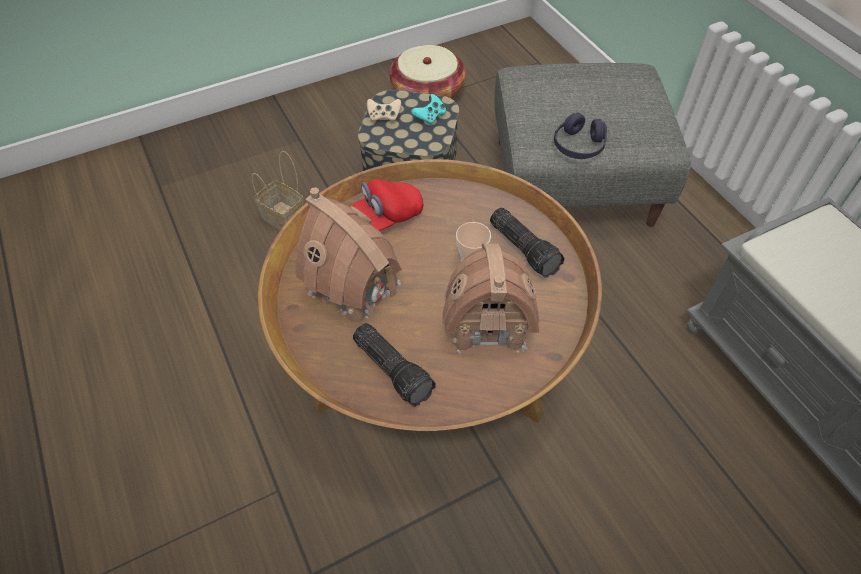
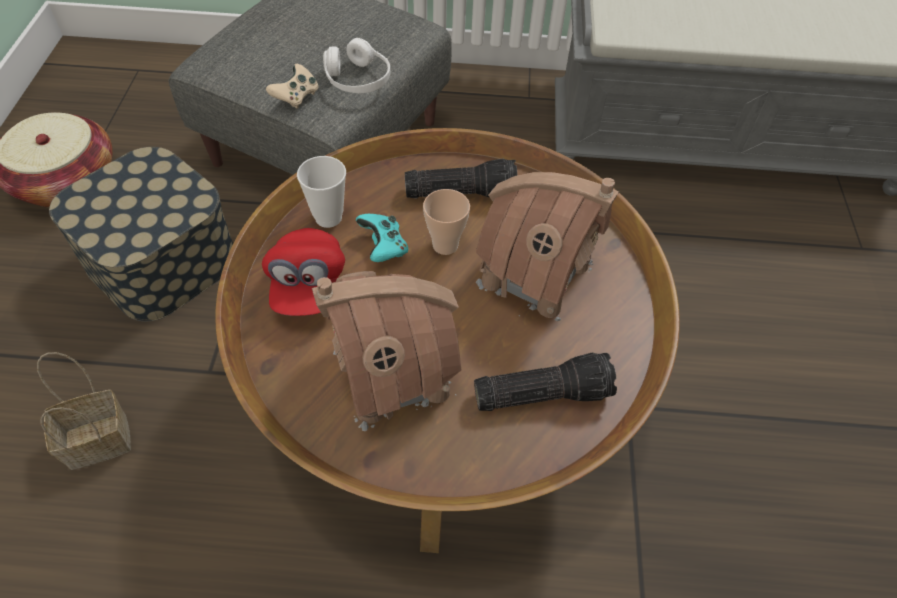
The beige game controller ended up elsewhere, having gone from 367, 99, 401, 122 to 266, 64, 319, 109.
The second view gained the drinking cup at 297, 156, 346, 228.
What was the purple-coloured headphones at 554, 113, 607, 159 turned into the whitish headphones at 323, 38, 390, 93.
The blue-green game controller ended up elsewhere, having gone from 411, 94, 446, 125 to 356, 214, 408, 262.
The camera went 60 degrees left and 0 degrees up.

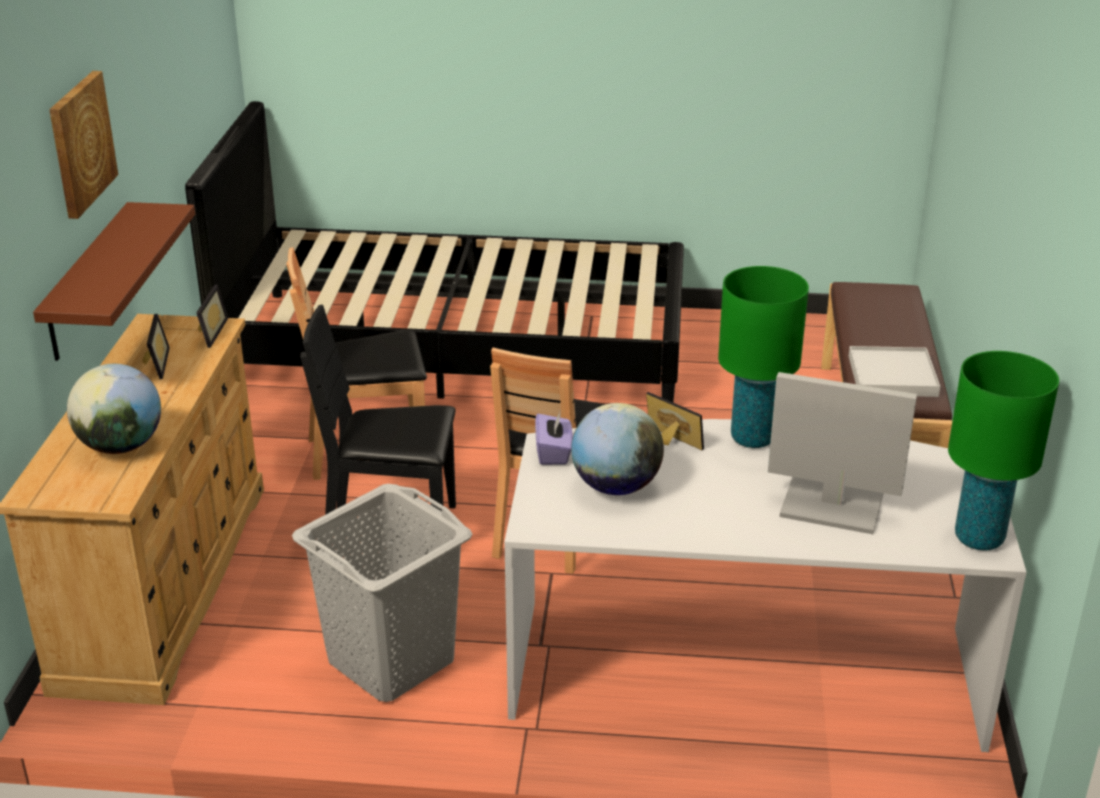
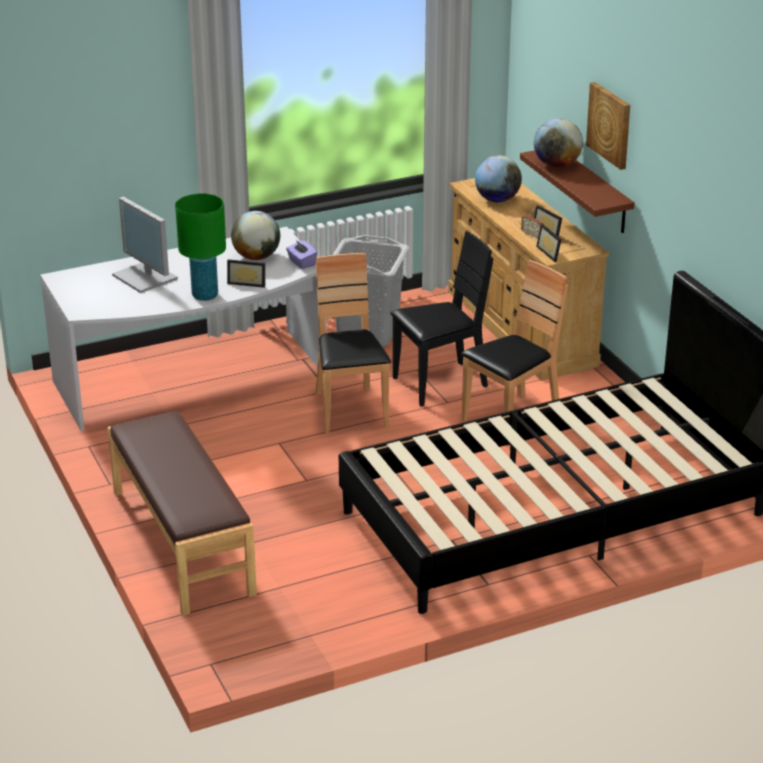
The monitor at 768, 372, 917, 534 ended up facing another way, 60 degrees clockwise from before.
The second view gained the radio set at 521, 206, 544, 239.
The second view gained the globe at 534, 118, 583, 168.
The second view lost the whitish tray at 849, 346, 940, 397.
The second view lost the green lamp for a table at 948, 351, 1059, 551.
The camera went 150 degrees right and 0 degrees up.

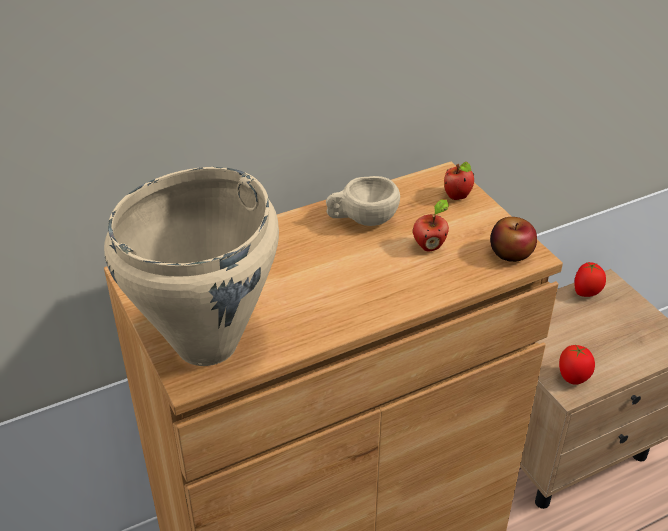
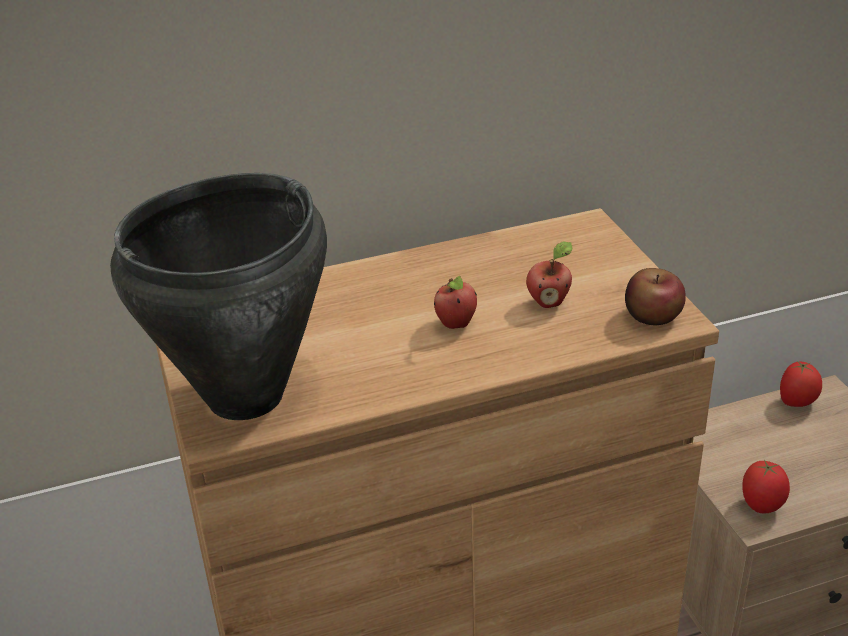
What was the beige stockpot at 104, 167, 279, 366 turned into the black-coloured stockpot at 110, 173, 327, 420.
The apple ended up elsewhere, having gone from 444, 162, 474, 200 to 434, 276, 477, 329.
The second view lost the beige drinking cup at 326, 176, 400, 226.
The camera went 10 degrees right and 5 degrees down.

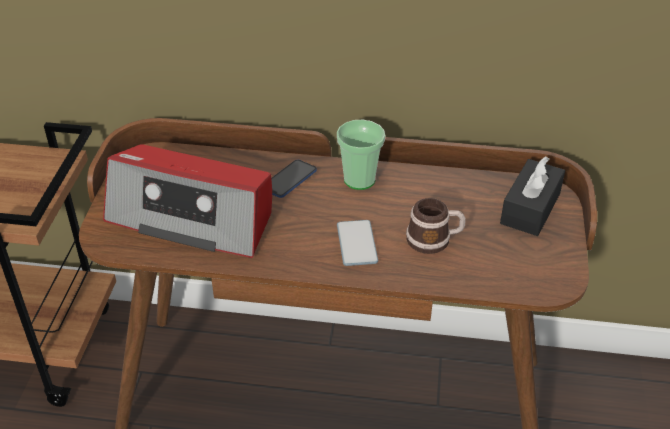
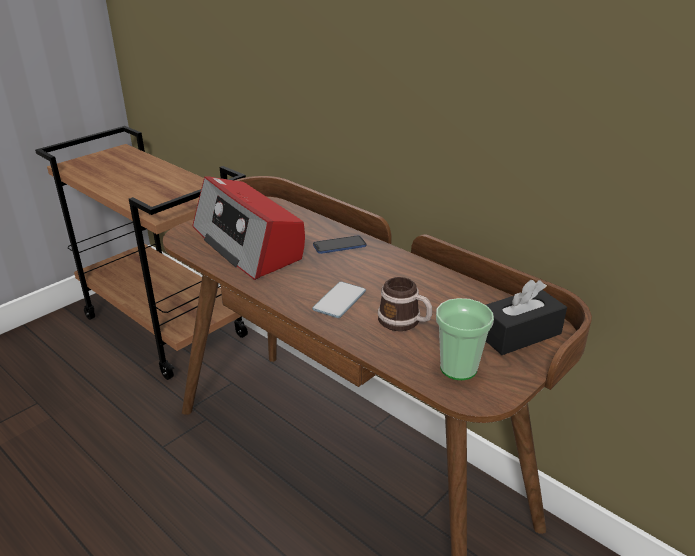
The drinking cup ended up elsewhere, having gone from 337, 120, 385, 190 to 436, 298, 494, 380.
The camera went 35 degrees right and 10 degrees down.

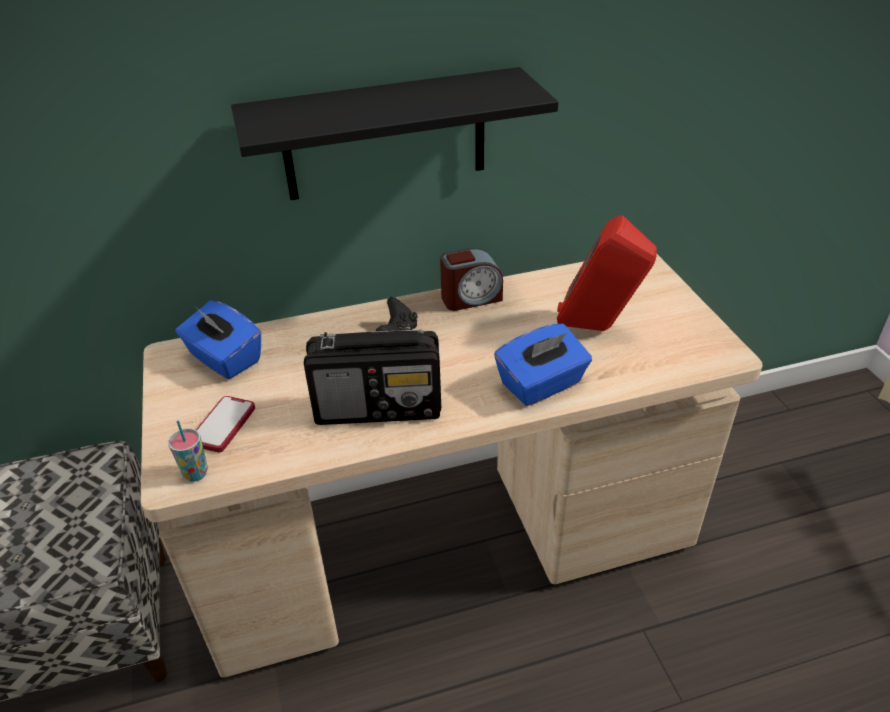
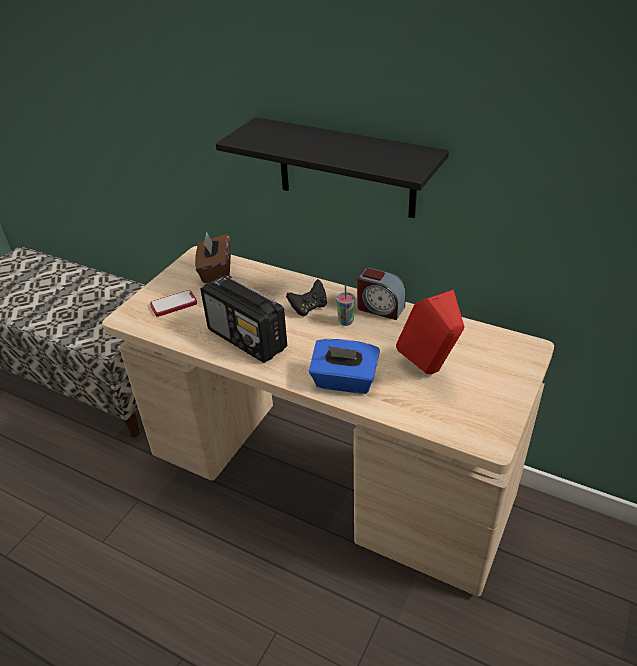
What was the blue box of tissues at 175, 300, 261, 379 turned into the brown-coloured box of tissues at 195, 231, 231, 283.
The drinking cup ended up elsewhere, having gone from 168, 420, 208, 481 to 336, 285, 355, 326.
The camera went 45 degrees right and 0 degrees up.

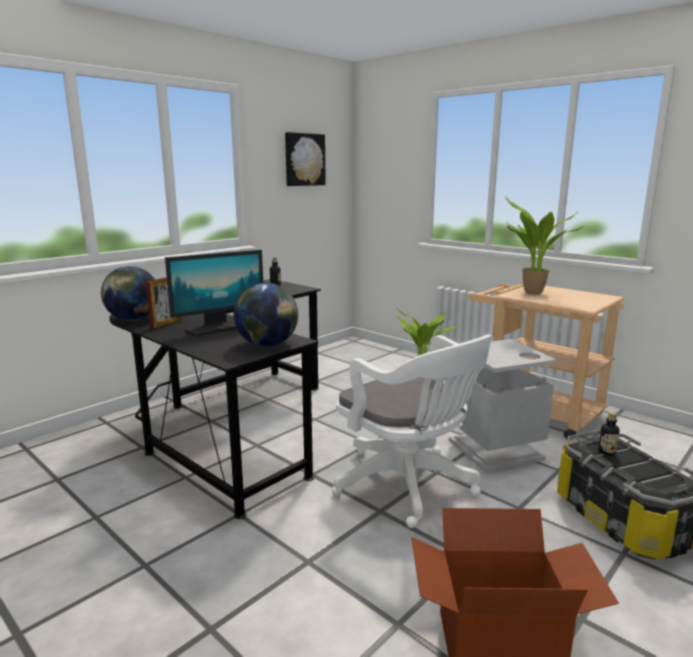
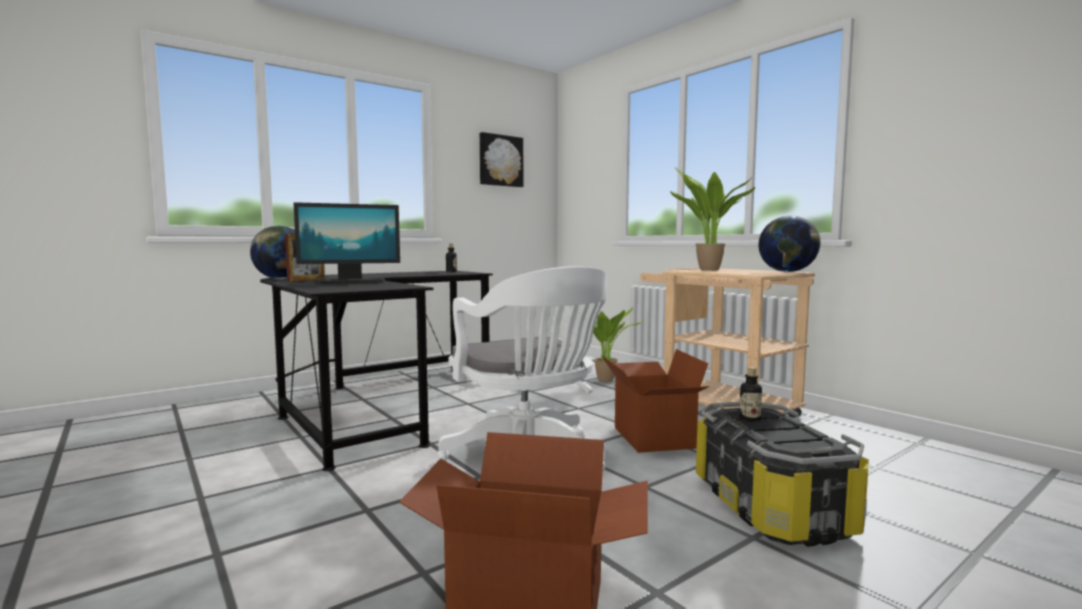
Where the greyish trash can stood at 449, 339, 557, 473, the packing box came to stand at 601, 349, 710, 453.
The globe ended up elsewhere, having gone from 234, 283, 298, 347 to 759, 216, 821, 272.
The camera went 10 degrees right and 10 degrees down.

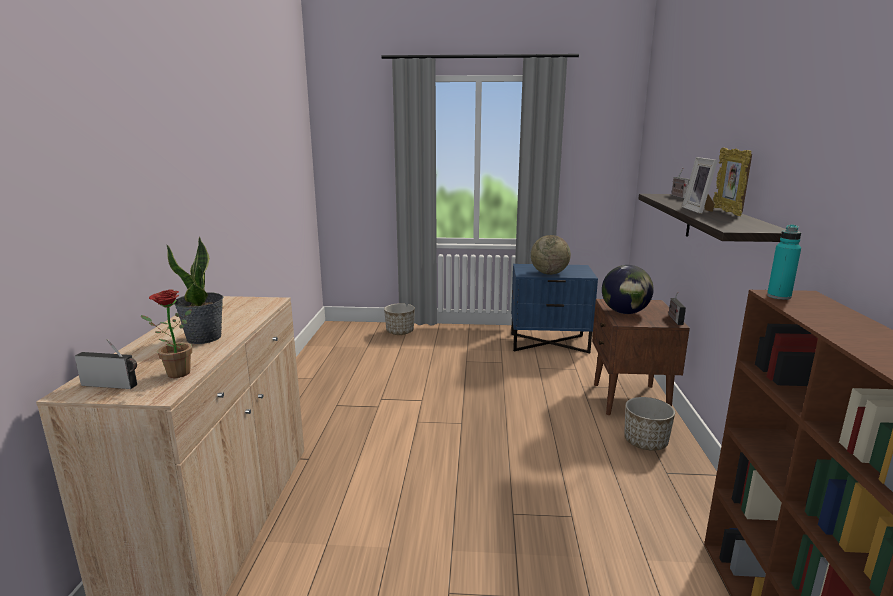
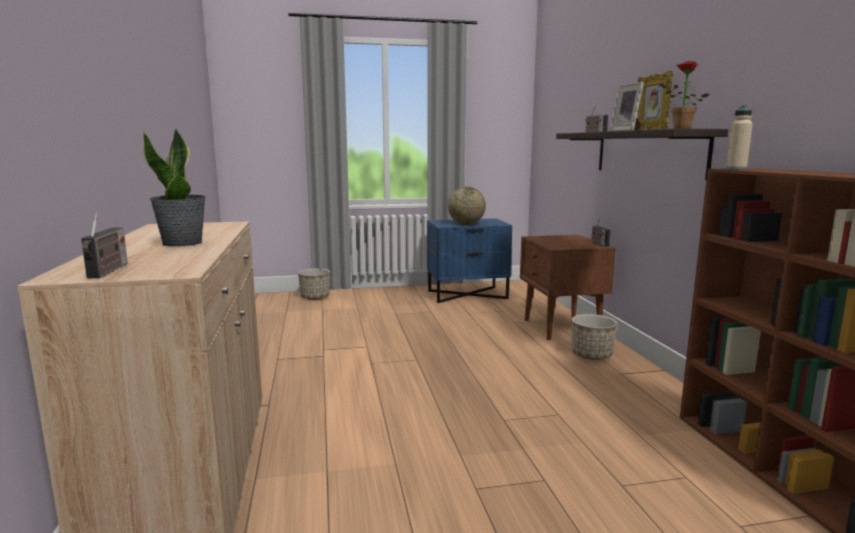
The radio set at 75, 339, 137, 389 ended up facing another way, 90 degrees clockwise from before.
The potted plant ended up elsewhere, having gone from 141, 290, 192, 378 to 659, 61, 709, 129.
What was the blue-green beverage bottle at 767, 225, 801, 300 turned into the beige beverage bottle at 726, 105, 753, 169.
The second view lost the globe at 602, 265, 654, 314.
The camera went 15 degrees left and 5 degrees down.

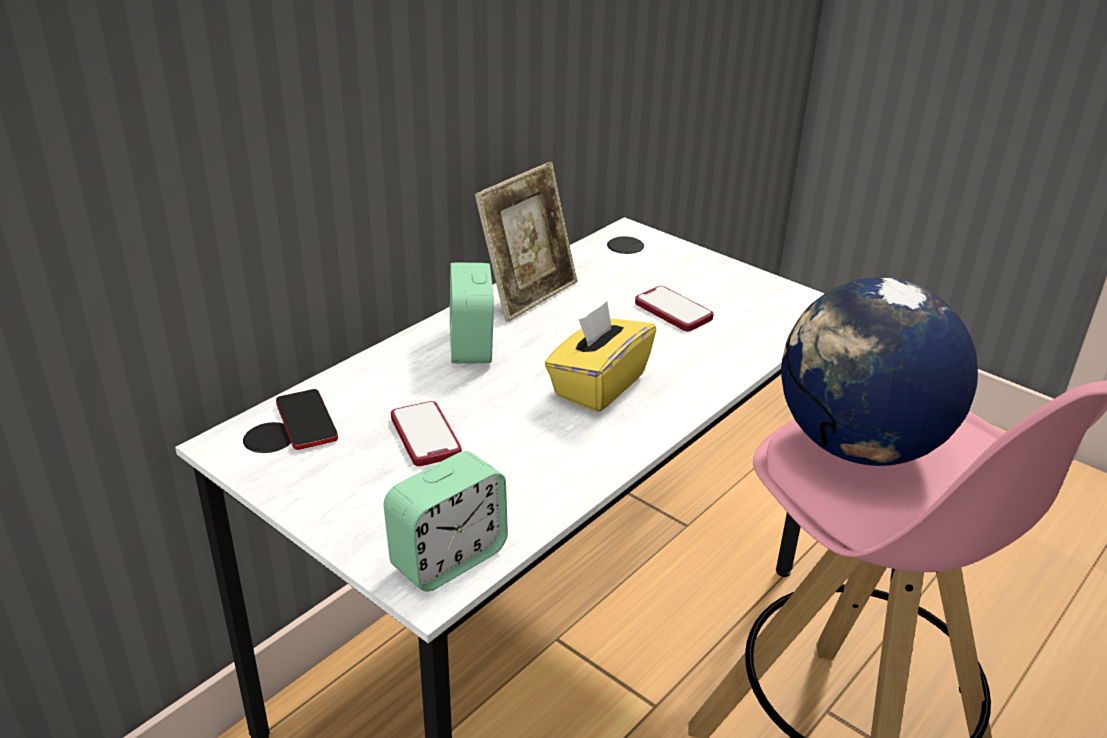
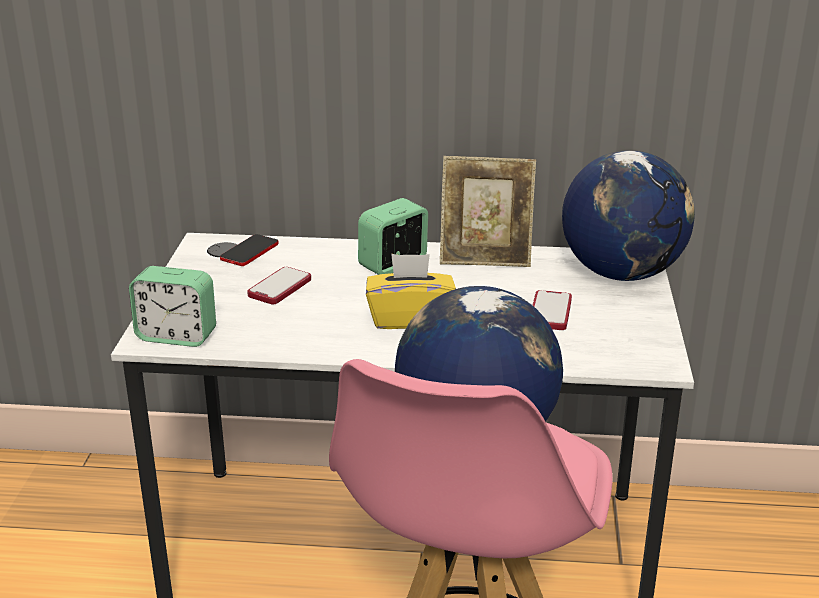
The second view gained the globe at 562, 150, 695, 281.
The camera went 55 degrees right and 5 degrees down.

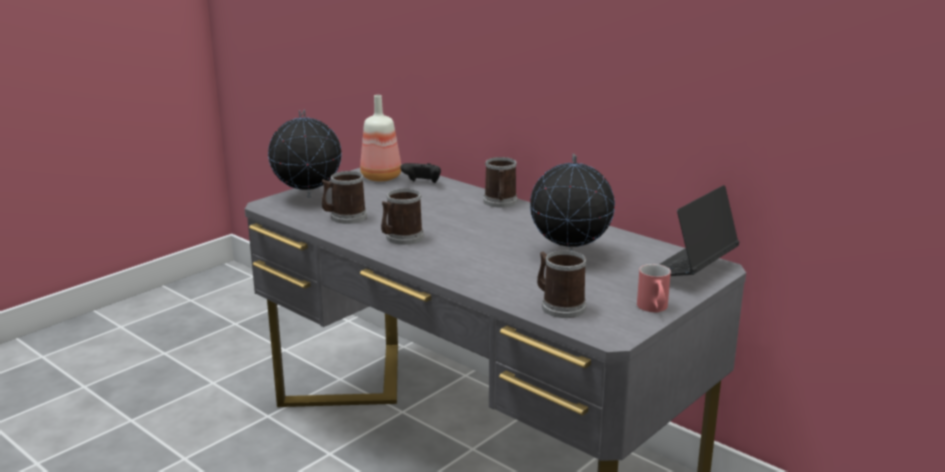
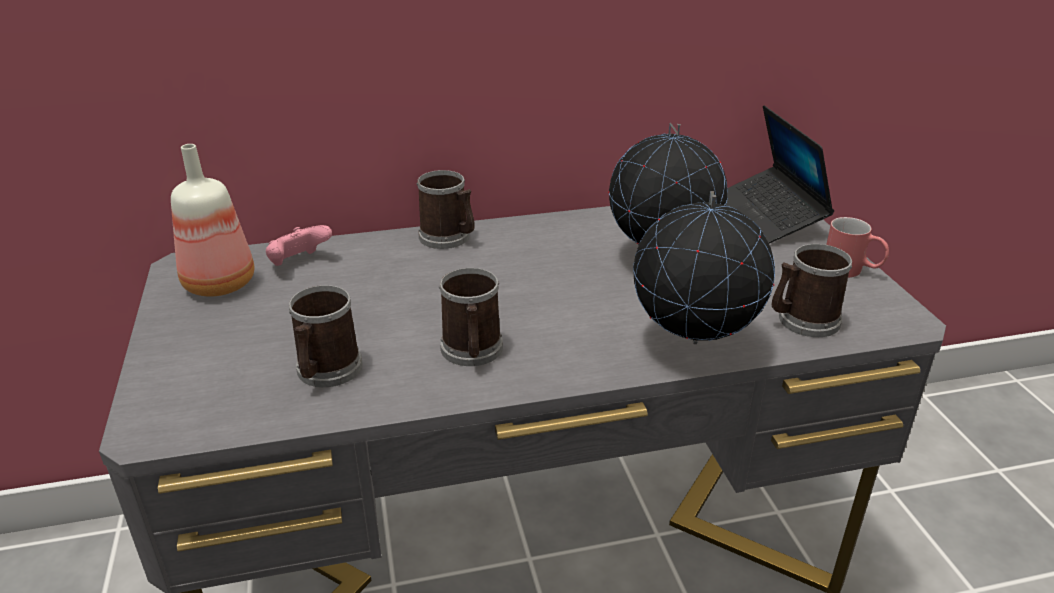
What was the black-coloured game controller at 400, 163, 441, 183 turned into the pink-coloured game controller at 266, 225, 332, 266.
The globe ended up elsewhere, having gone from 268, 110, 342, 198 to 633, 191, 775, 344.
The camera went 55 degrees left and 10 degrees up.

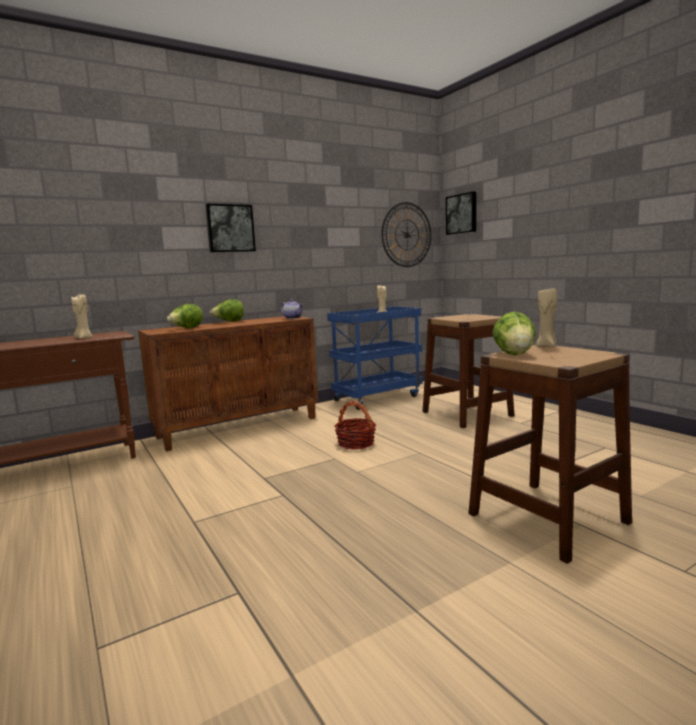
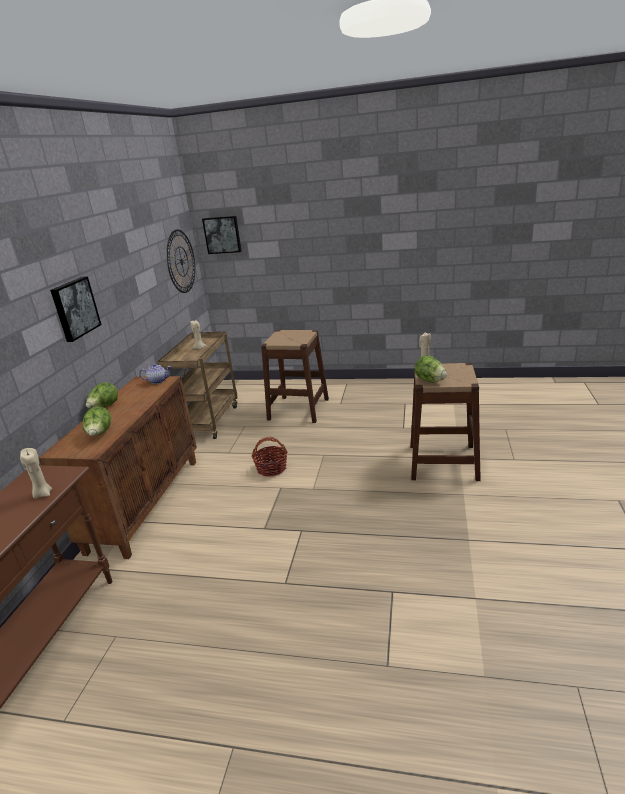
What was the blue cart at 327, 306, 423, 410 turned into the brown-coloured cart at 157, 332, 237, 439.
The camera went 45 degrees left and 15 degrees up.

